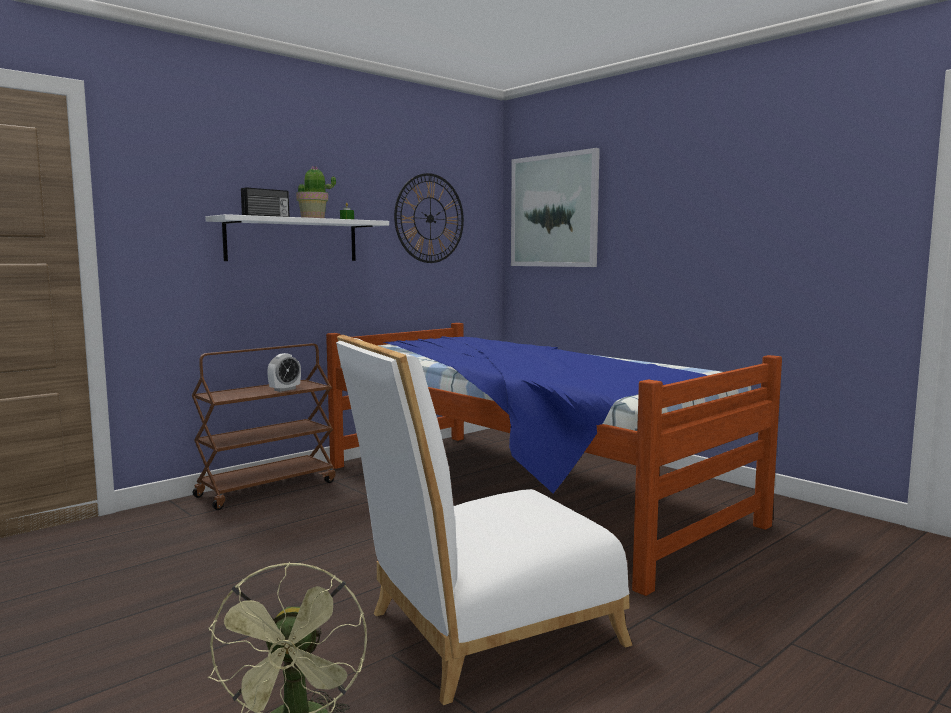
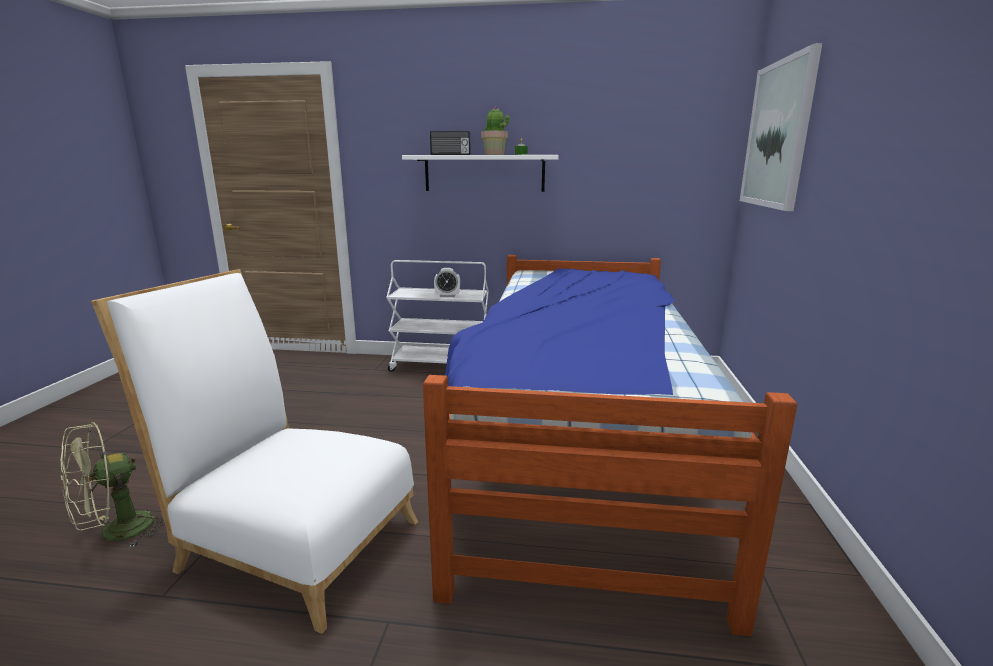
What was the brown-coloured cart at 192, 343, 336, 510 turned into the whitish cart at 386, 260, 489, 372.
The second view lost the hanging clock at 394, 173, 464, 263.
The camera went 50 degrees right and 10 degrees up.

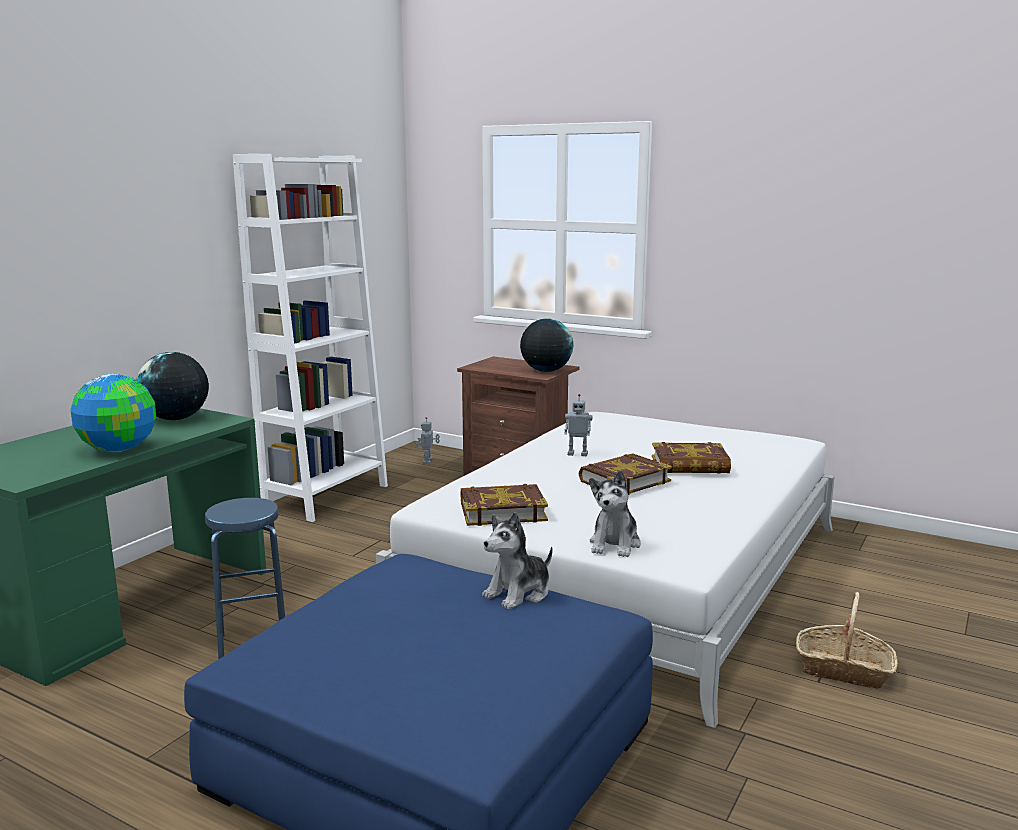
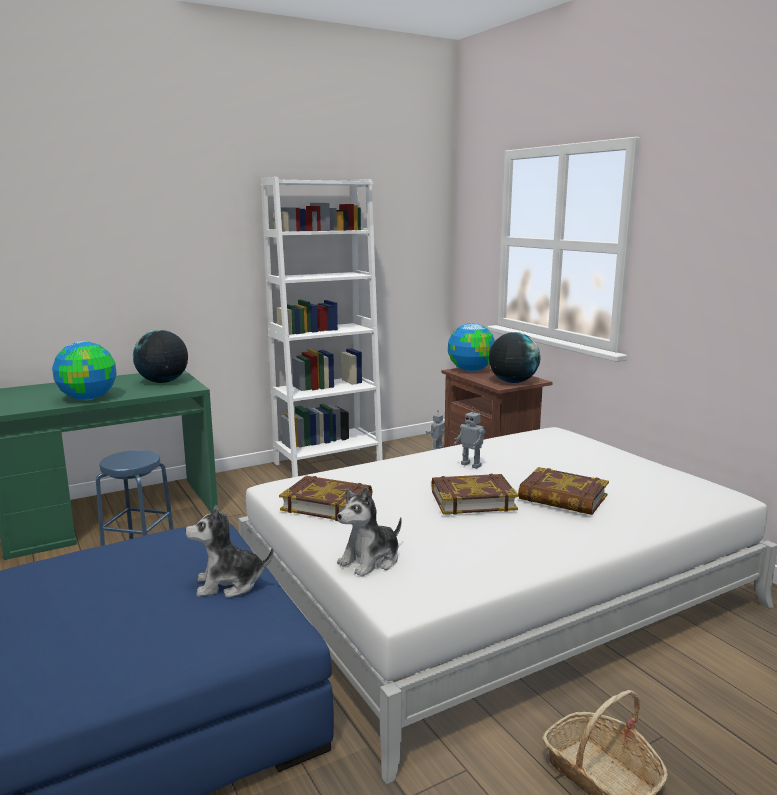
The second view gained the globe at 448, 323, 495, 372.
The camera went 30 degrees right and 0 degrees up.

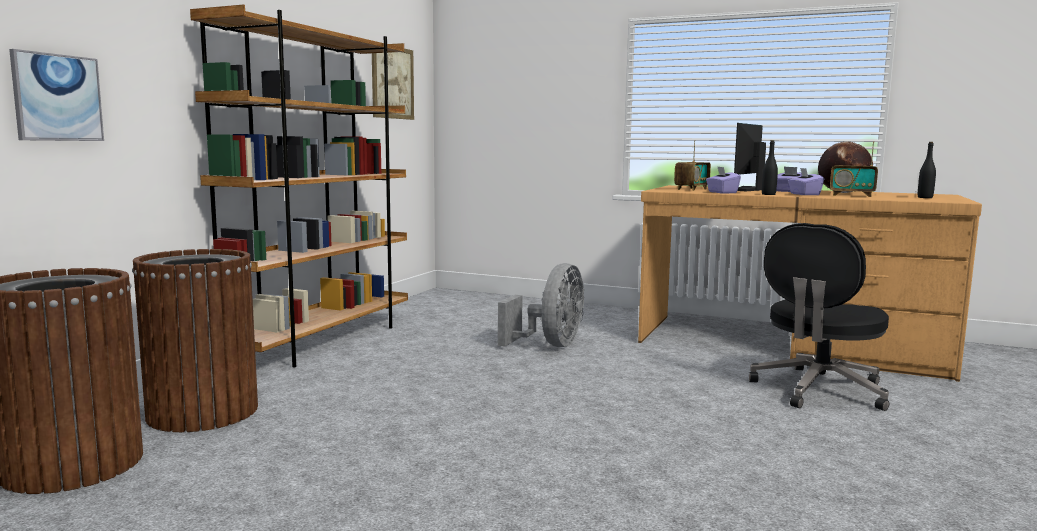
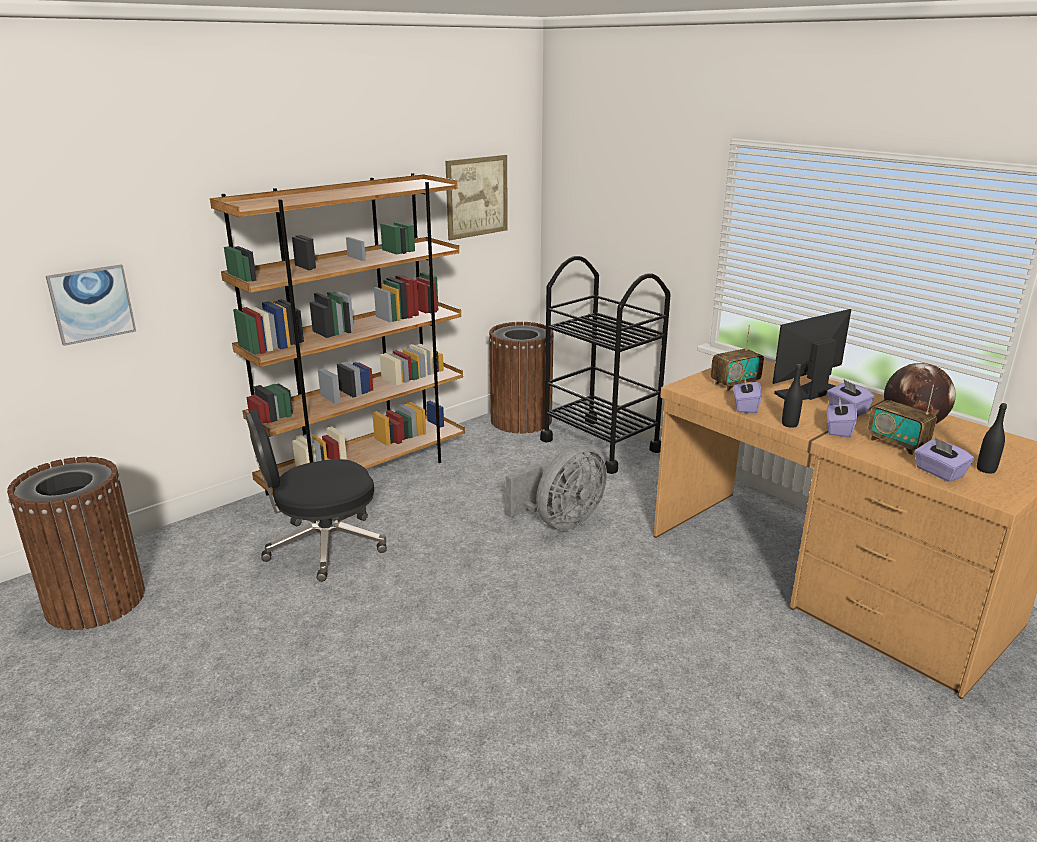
The black-coloured office chair ended up elsewhere, having gone from 749, 223, 889, 411 to 246, 410, 387, 582.
The brown-coloured trash can ended up elsewhere, having gone from 132, 249, 258, 432 to 489, 322, 554, 433.
The second view gained the black-coloured cart at 540, 256, 671, 474.
The second view gained the purple-coloured box of tissues at 914, 437, 974, 482.
The camera went 25 degrees right and 15 degrees up.

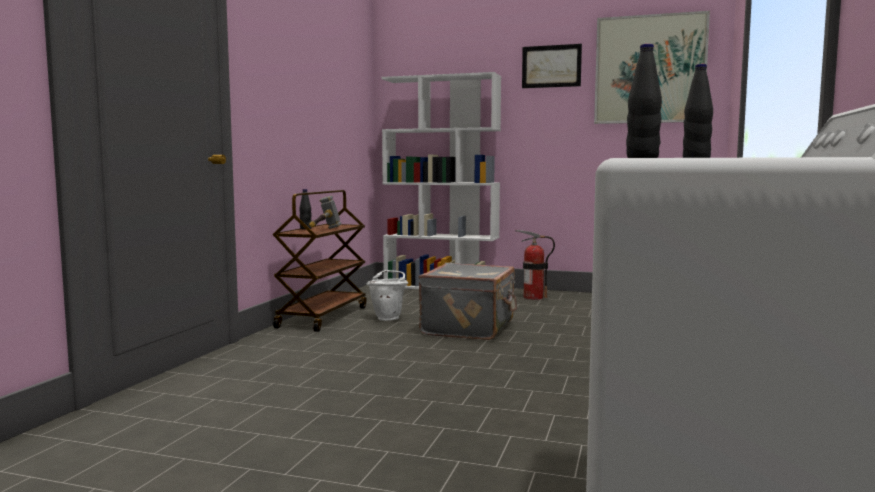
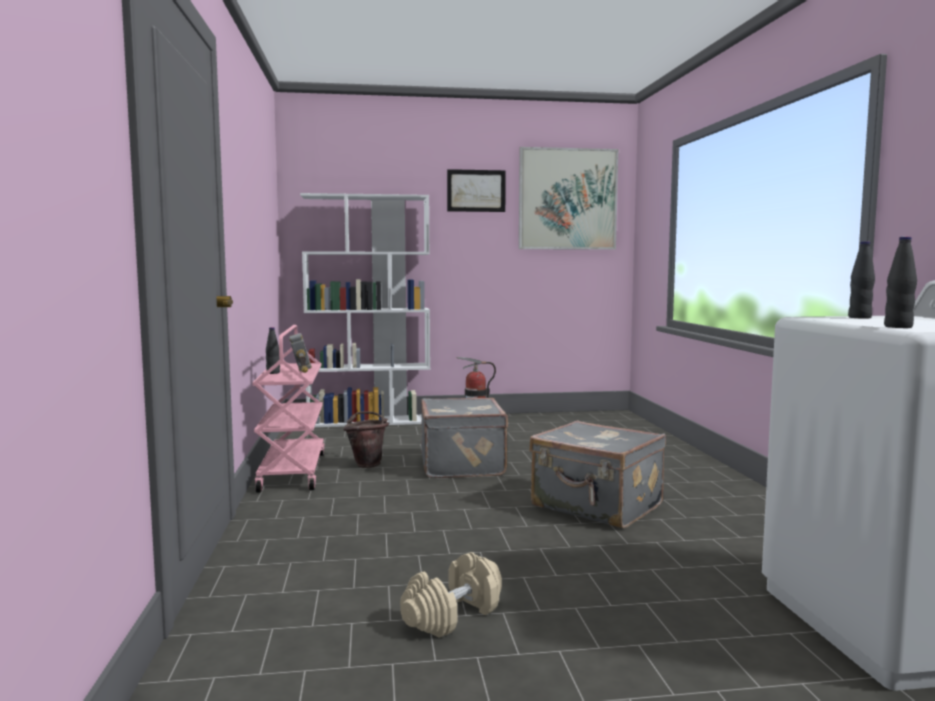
What was the brown-coloured cart at 273, 190, 367, 332 turned into the pink-coloured cart at 252, 325, 325, 493.
What was the whitish water bucket at 367, 270, 408, 321 turned into the brown-coloured water bucket at 343, 411, 389, 468.
The second view gained the beige hand weight at 400, 552, 502, 638.
The second view gained the greyish suitcase at 529, 420, 666, 529.
The camera went 25 degrees left and 0 degrees up.

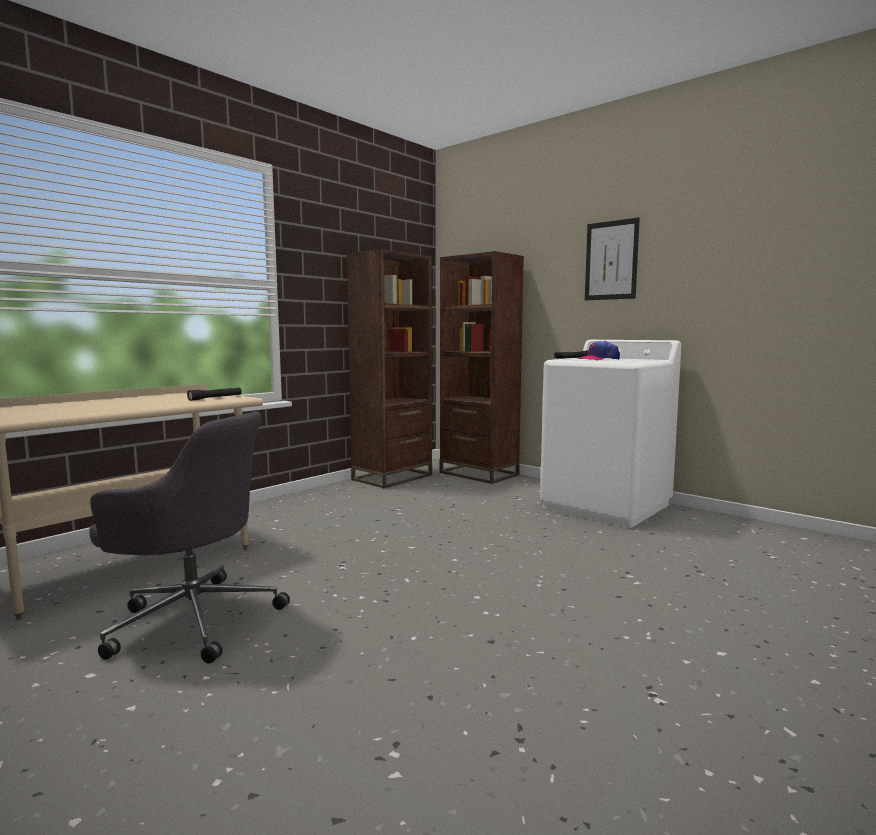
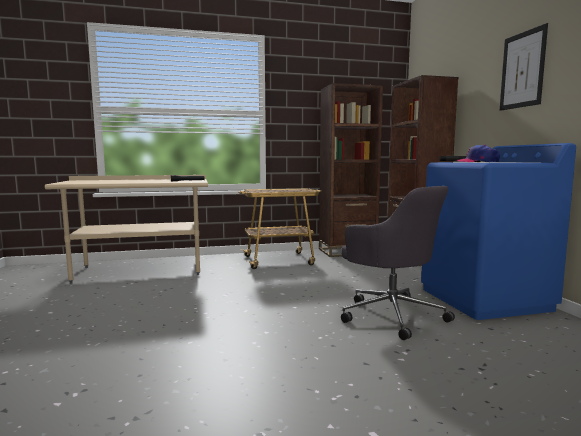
The second view gained the cart at 238, 189, 322, 269.
The greyish office chair ended up elsewhere, having gone from 89, 412, 290, 664 to 341, 186, 455, 340.
What was the whitish laundry machine at 540, 340, 681, 528 turned into the blue laundry machine at 421, 143, 576, 320.
The camera went 35 degrees right and 0 degrees up.

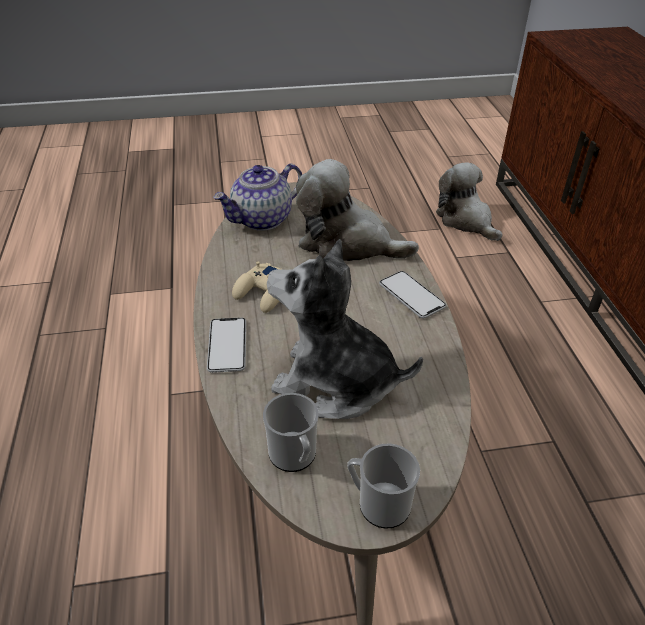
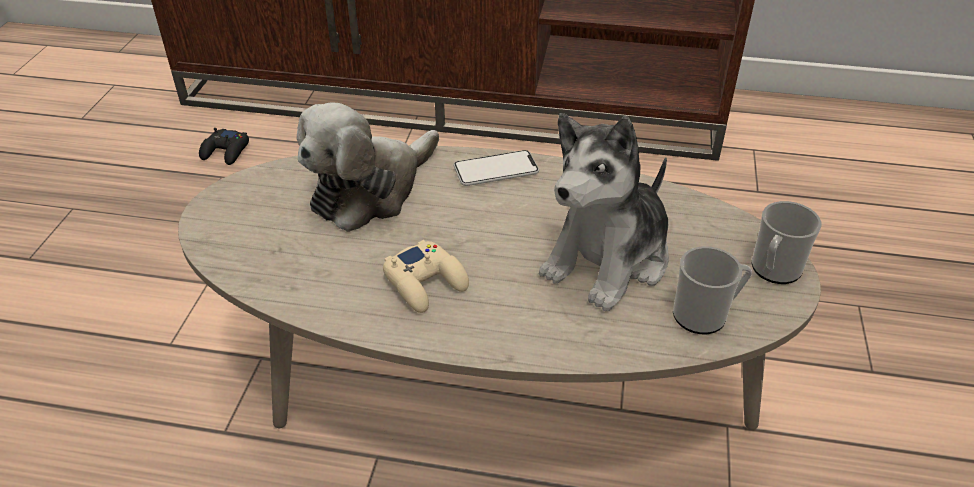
Where the soft toy stood at 436, 162, 503, 241, the black-coloured game controller came to stand at 199, 128, 249, 165.
The second view lost the handset at 207, 318, 246, 373.
The second view lost the tea pot at 213, 164, 302, 231.
The camera went 70 degrees left and 0 degrees up.

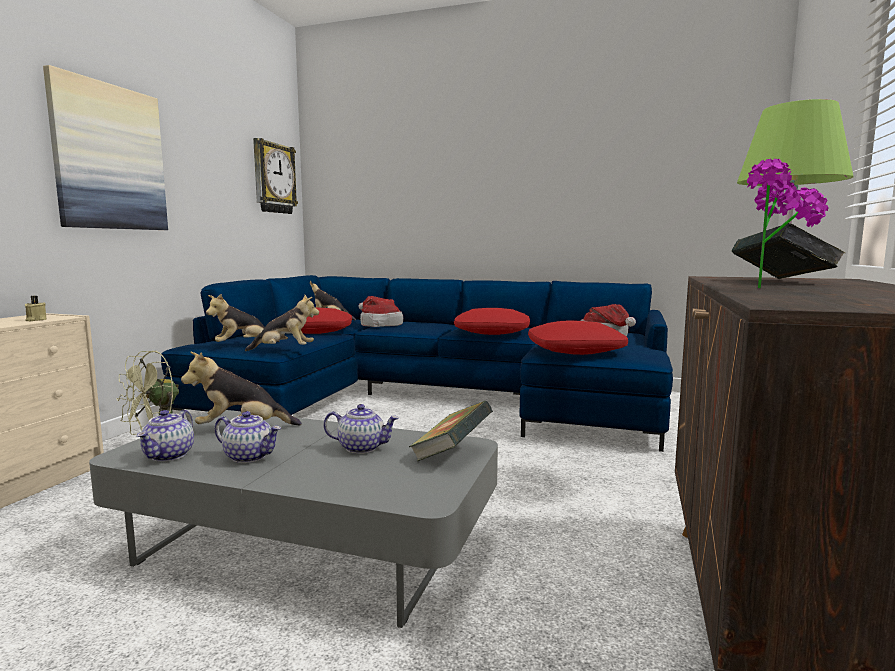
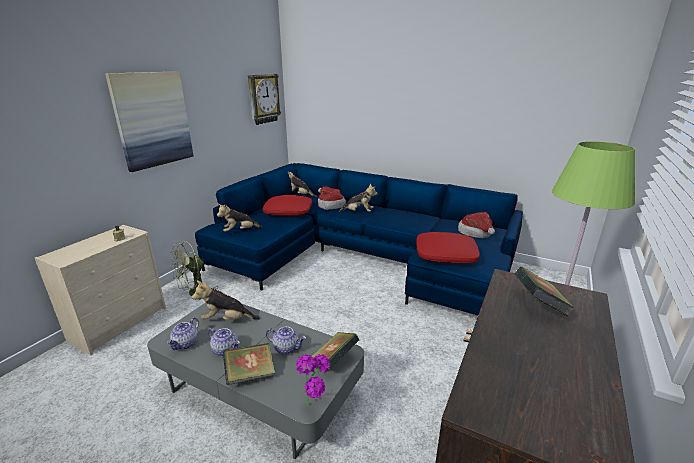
The second view gained the bound book at 223, 343, 275, 385.
The potted plant ended up elsewhere, having gone from 747, 159, 828, 288 to 296, 354, 330, 406.
The soft toy ended up elsewhere, having gone from 245, 295, 319, 351 to 339, 184, 378, 212.
The second view lost the red cushion at 454, 308, 530, 335.
The camera went 10 degrees right and 15 degrees up.

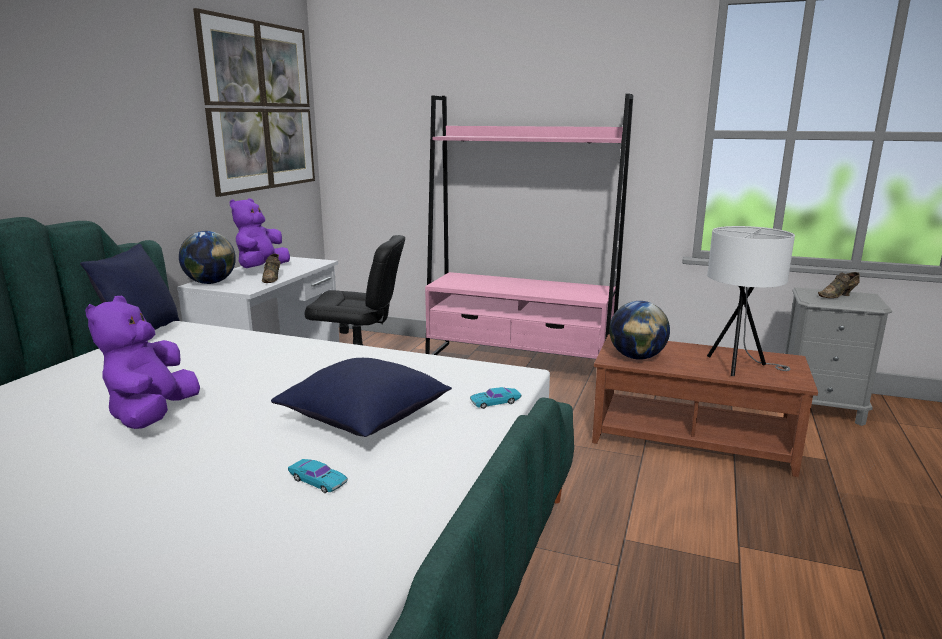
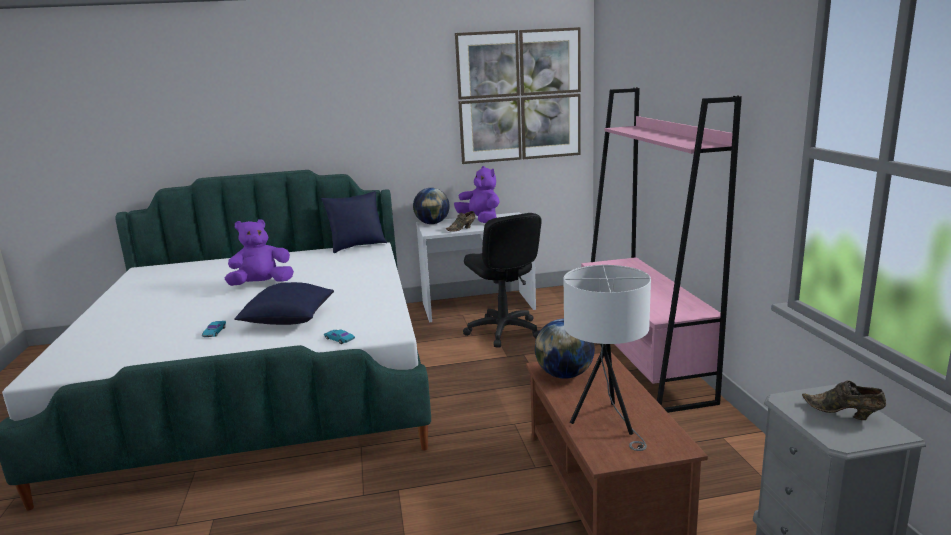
The purple-coloured soft toy at 230, 198, 290, 268 ended up facing another way, 60 degrees clockwise from before.
The camera went 60 degrees right and 0 degrees up.

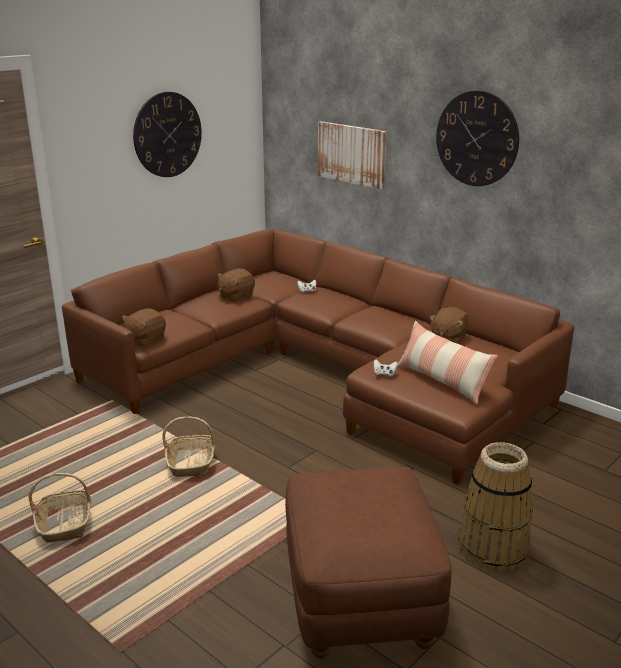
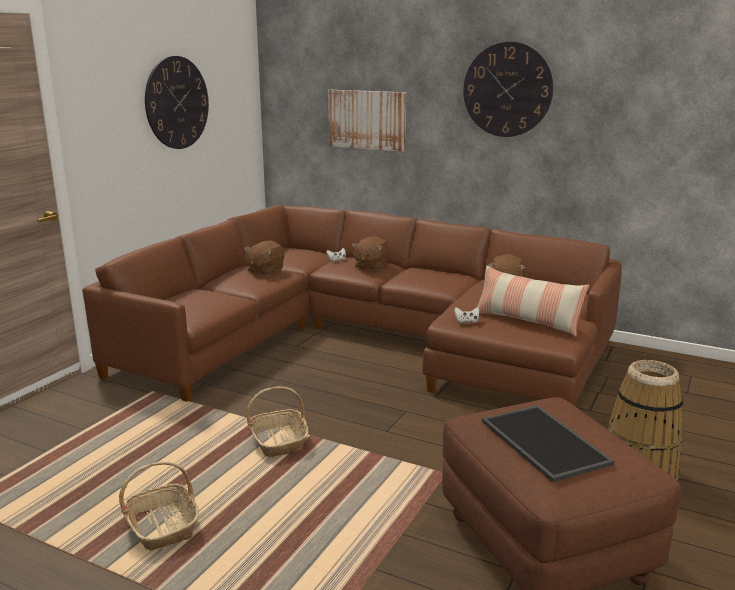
The brown-coloured soft toy ended up elsewhere, having gone from 122, 308, 166, 347 to 352, 236, 389, 270.
The second view gained the tray at 482, 405, 614, 482.
The camera went 15 degrees left and 5 degrees down.

